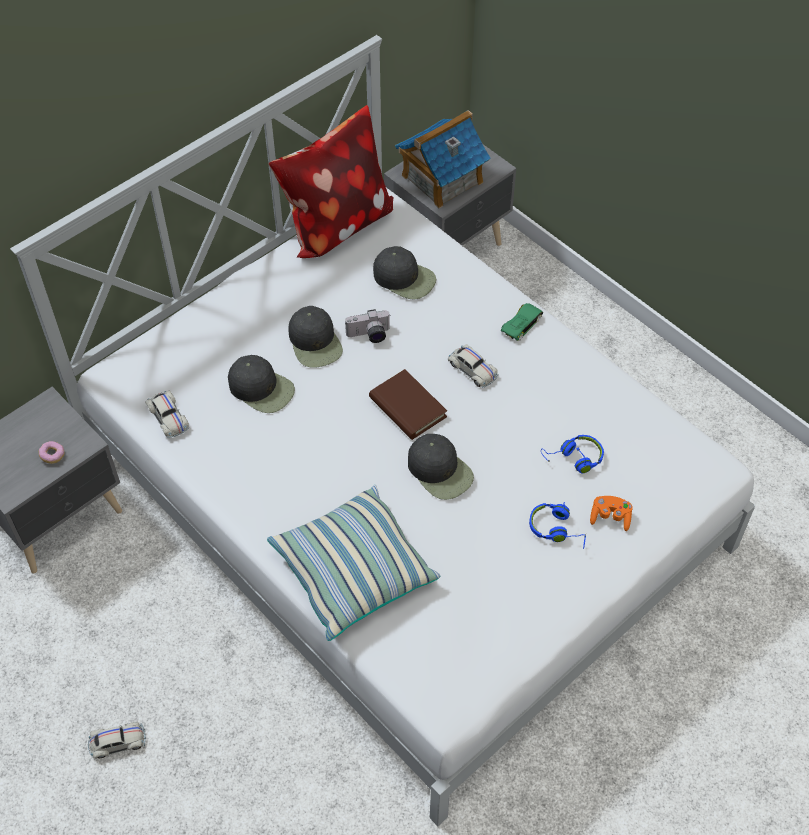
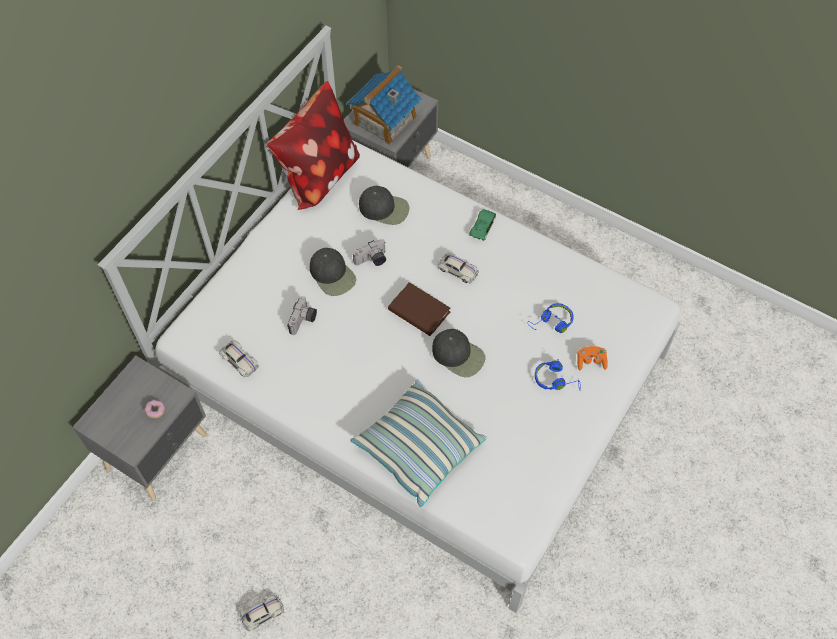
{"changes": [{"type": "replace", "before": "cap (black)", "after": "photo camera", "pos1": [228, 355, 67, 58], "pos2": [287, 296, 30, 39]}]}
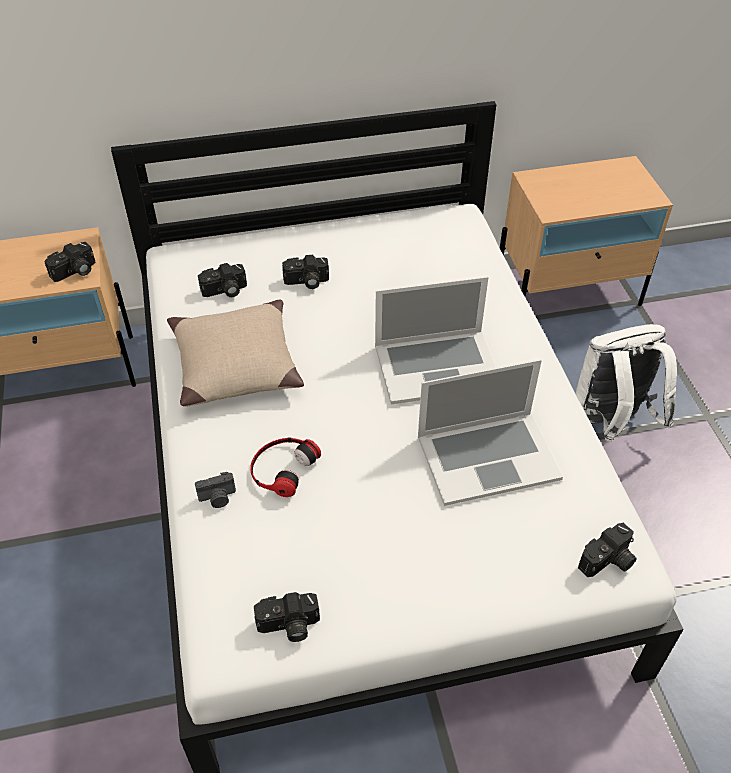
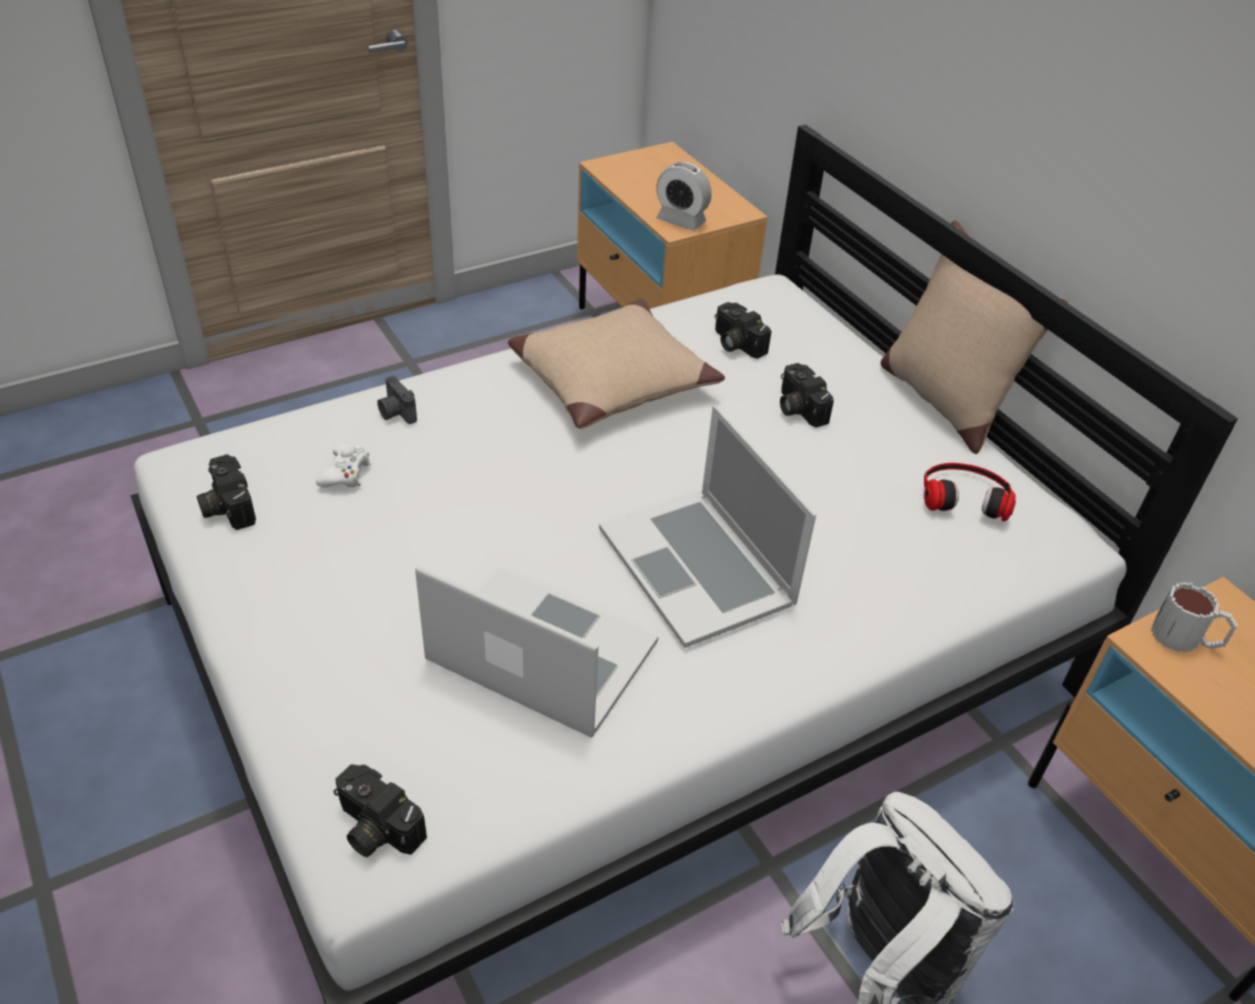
{"changes": [{"type": "insert", "after": "game controller (white)", "pos2": [316, 444, 55, 43]}, {"type": "insert", "after": "pillow (beige)", "pos2": [881, 220, 187, 234]}, {"type": "insert", "after": "mug", "pos2": [1151, 582, 87, 71]}, {"type": "move", "before": "headphones", "pos1": [250, 438, 71, 59], "pos2": [924, 463, 92, 58]}, {"type": "replace", "before": "photo camera", "after": "alarm clock", "pos1": [44, 242, 51, 40], "pos2": [657, 162, 55, 69]}, {"type": "rotate", "before": "laptop", "pos1": [418, 359, 145, 147], "pos2": [415, 565, 244, 173], "turn": 150}]}
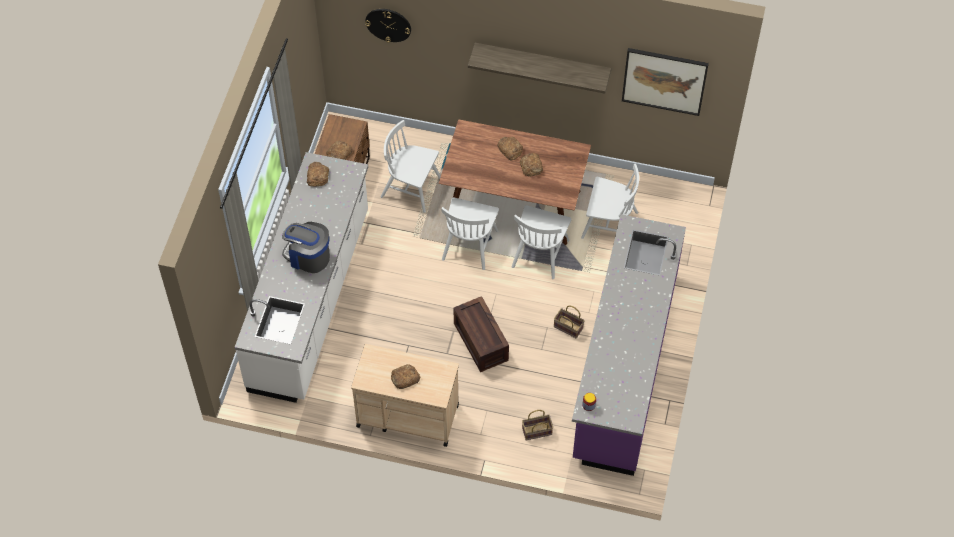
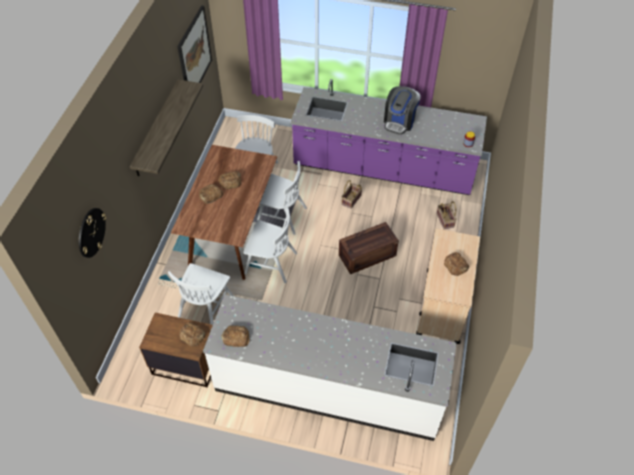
{"changes": [{"type": "move", "before": "coffee machine", "pos1": [282, 222, 48, 51], "pos2": [384, 86, 37, 49]}]}
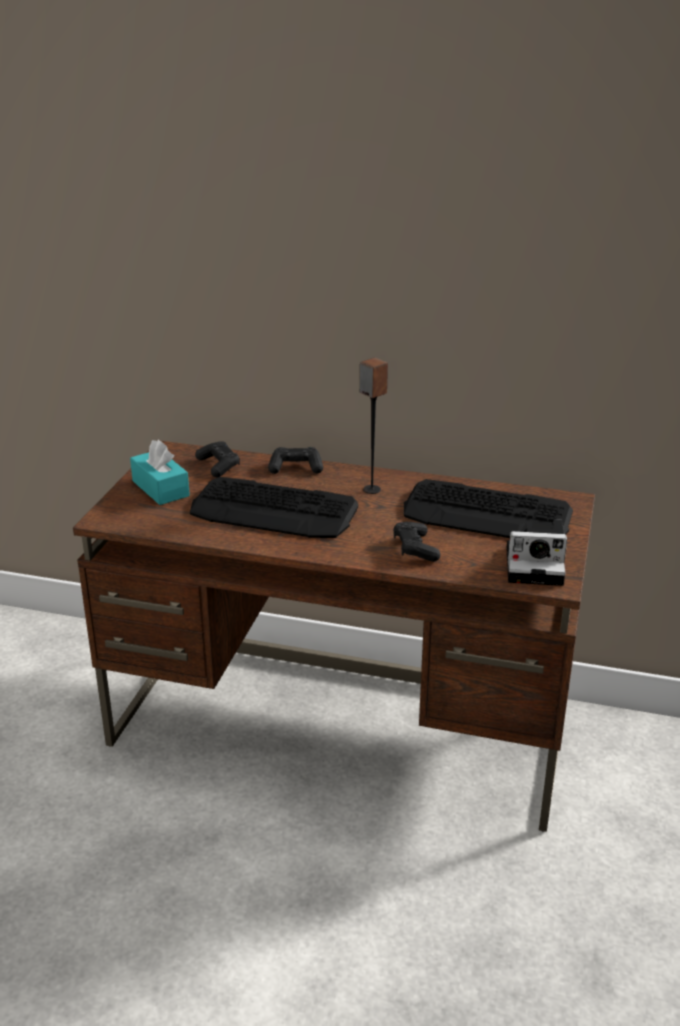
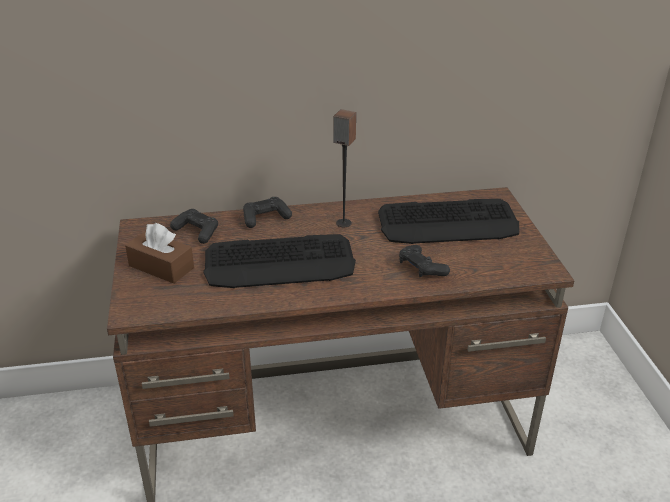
{"changes": [{"type": "delete", "before": "photo camera", "pos1": [507, 519, 60, 67]}, {"type": "recolor", "before": "tissue box (turquoise)", "after": "tissue box (brown)", "pos1": [130, 440, 60, 65], "pos2": [125, 223, 69, 61]}]}
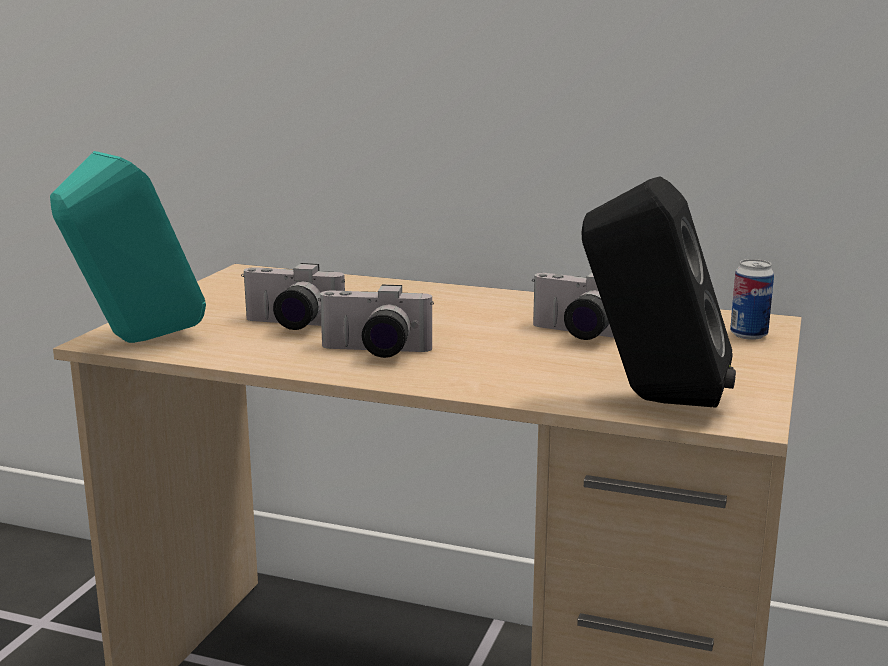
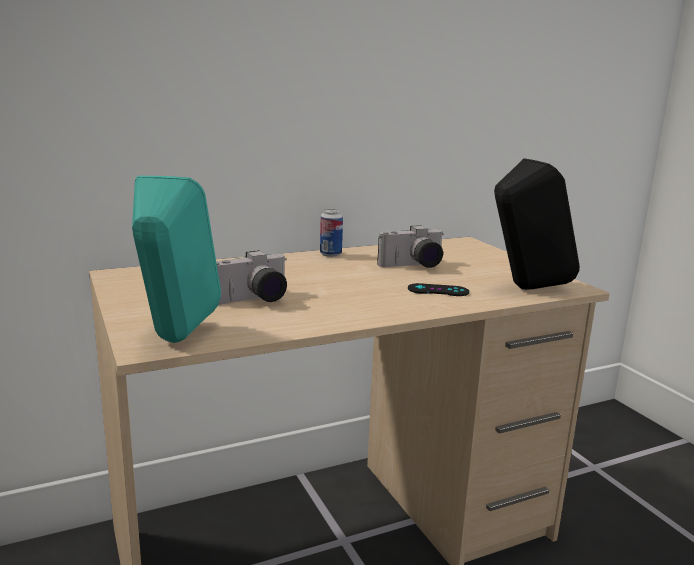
{"changes": [{"type": "delete", "before": "photo camera", "pos1": [318, 285, 116, 73]}, {"type": "insert", "after": "game controller (black)", "pos2": [408, 283, 61, 13]}, {"type": "move", "before": "can", "pos1": [730, 259, 44, 81], "pos2": [320, 209, 23, 48]}]}
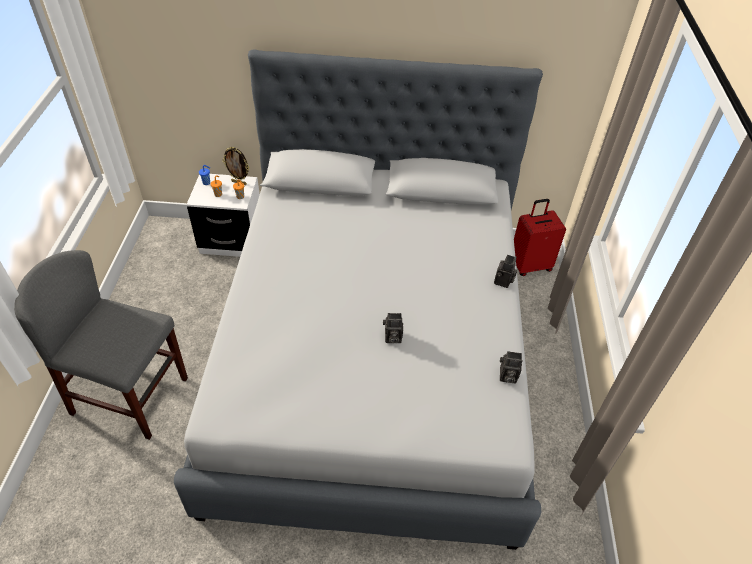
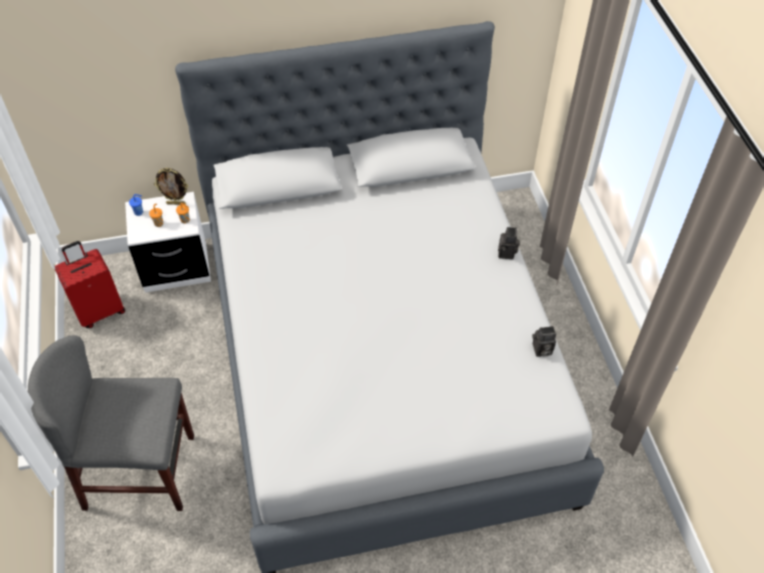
{"changes": [{"type": "delete", "before": "photo camera", "pos1": [383, 313, 20, 30]}, {"type": "move", "before": "suitcase (red)", "pos1": [514, 199, 52, 77], "pos2": [55, 241, 70, 87]}]}
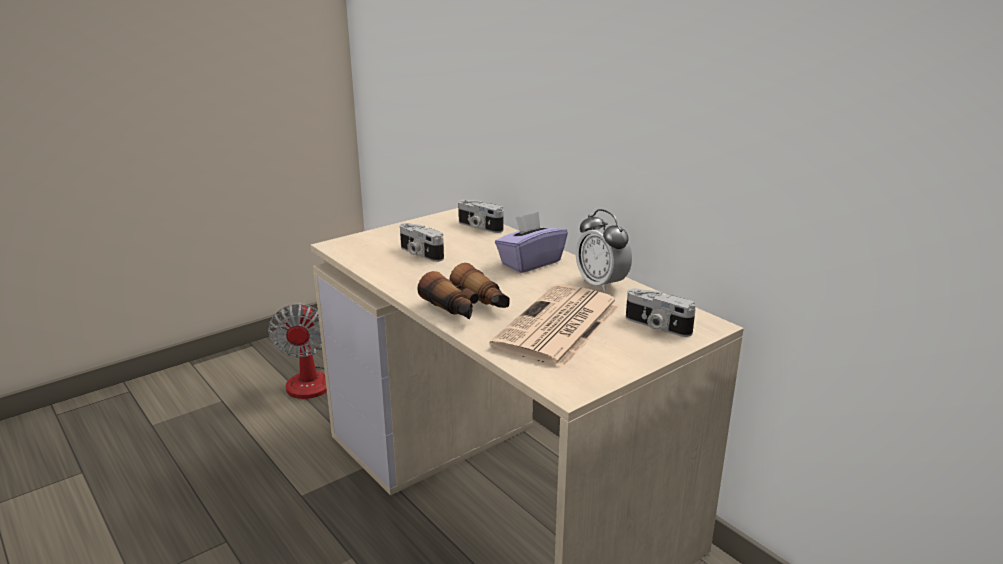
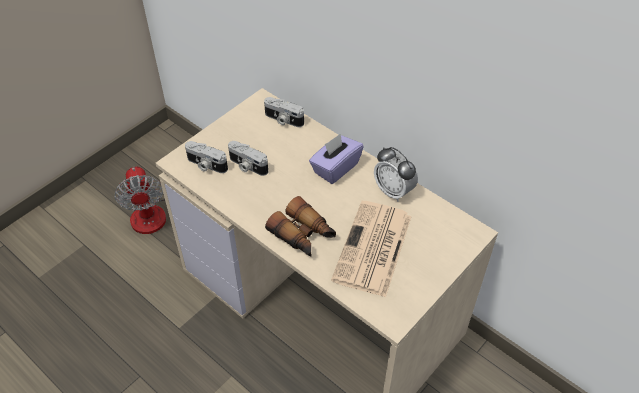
{"changes": [{"type": "move", "before": "photo camera", "pos1": [626, 288, 70, 49], "pos2": [185, 141, 43, 32]}]}
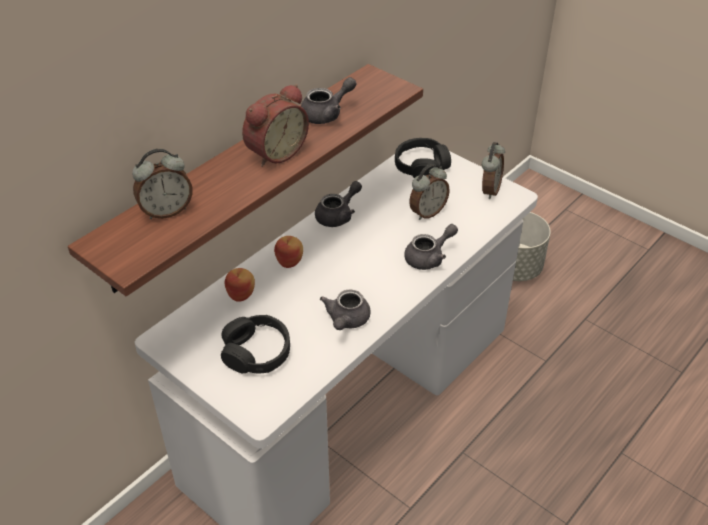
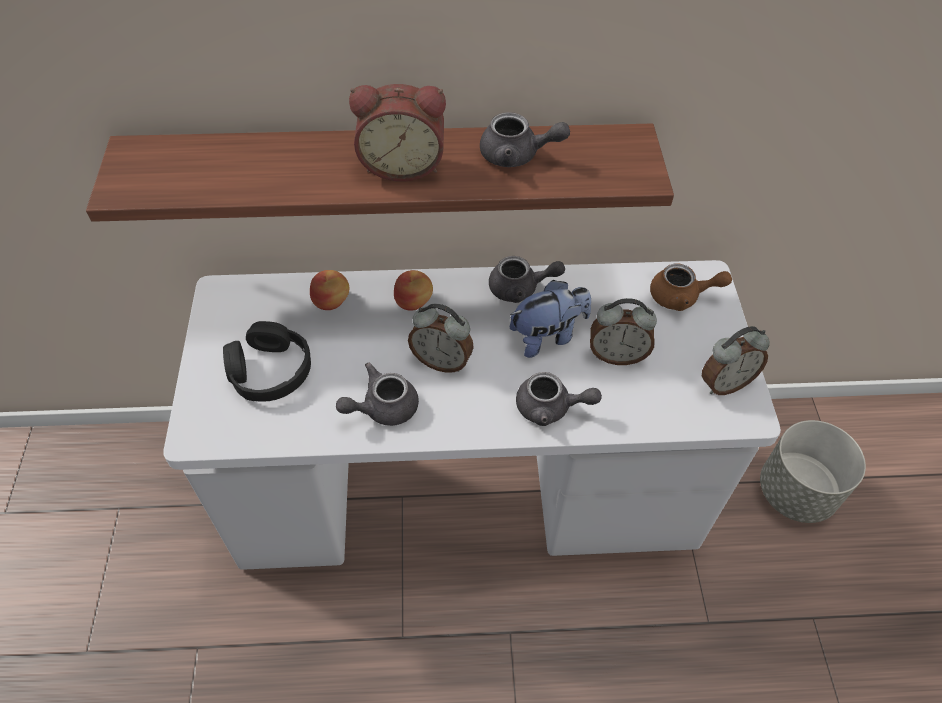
{"changes": [{"type": "insert", "after": "plush toy", "pos2": [510, 280, 81, 78]}, {"type": "move", "before": "alarm clock", "pos1": [132, 149, 61, 70], "pos2": [408, 304, 66, 69]}, {"type": "replace", "before": "headphones (black)", "after": "teapot (brown)", "pos1": [395, 138, 56, 40], "pos2": [650, 264, 82, 47]}]}
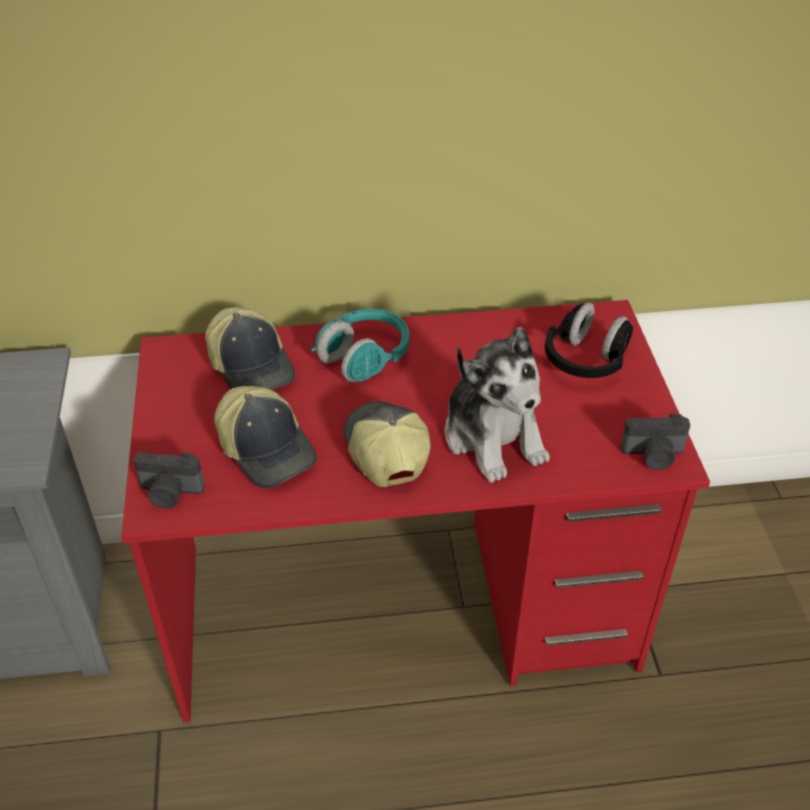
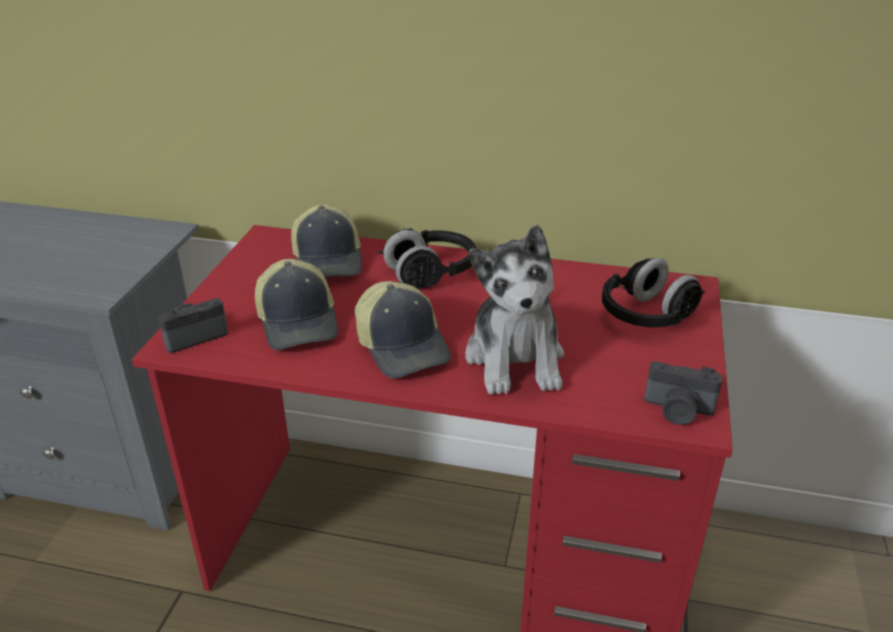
{"changes": [{"type": "recolor", "before": "headphones (turquoise)", "after": "headphones (black)", "pos1": [311, 309, 98, 73], "pos2": [379, 229, 97, 59]}, {"type": "rotate", "before": "photo camera", "pos1": [134, 452, 71, 57], "pos2": [158, 298, 70, 55], "turn": 120}, {"type": "rotate", "before": "cap", "pos1": [344, 401, 87, 86], "pos2": [355, 281, 96, 97], "turn": 150}]}
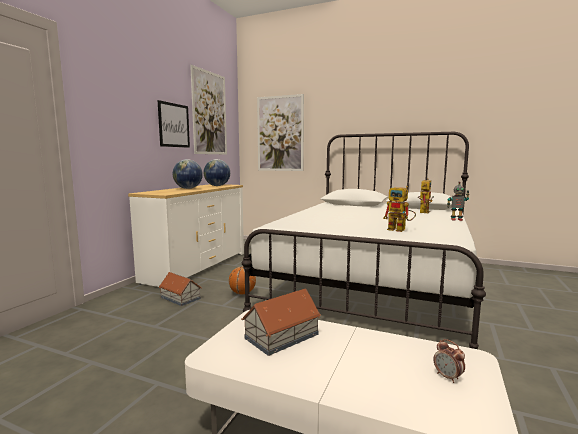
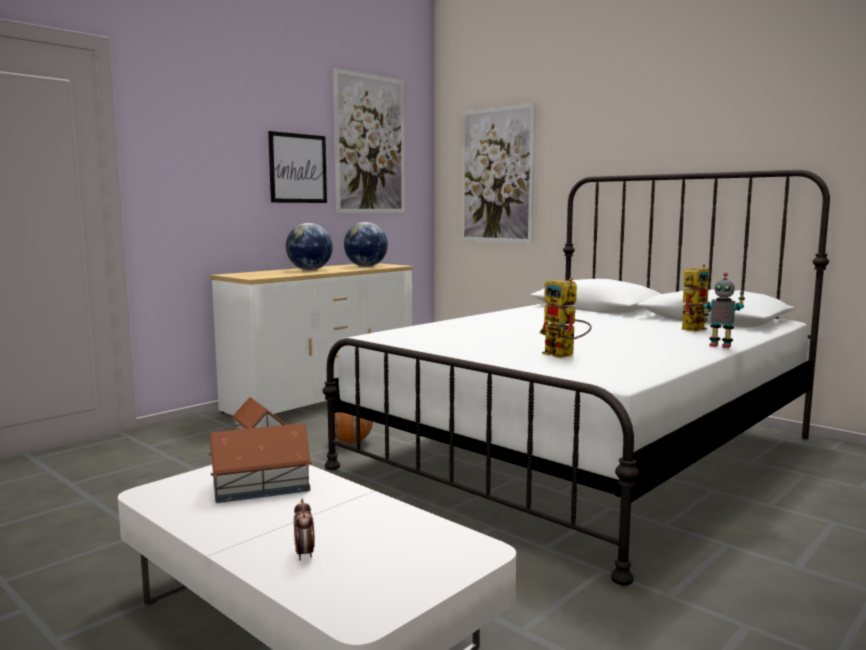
{"changes": [{"type": "move", "before": "alarm clock", "pos1": [433, 339, 32, 44], "pos2": [294, 498, 21, 62]}]}
